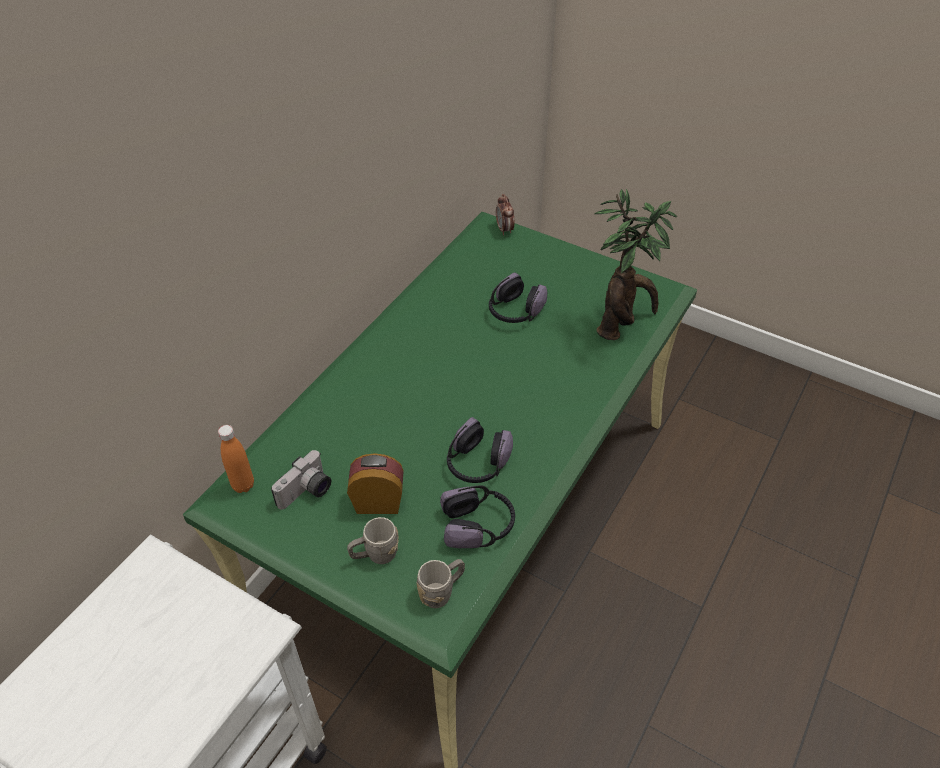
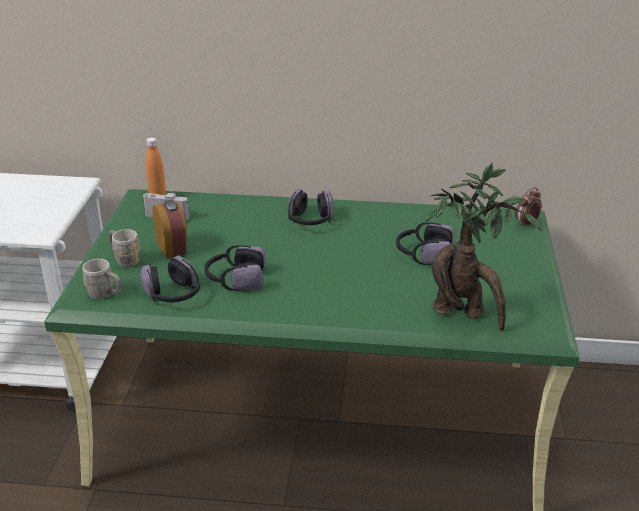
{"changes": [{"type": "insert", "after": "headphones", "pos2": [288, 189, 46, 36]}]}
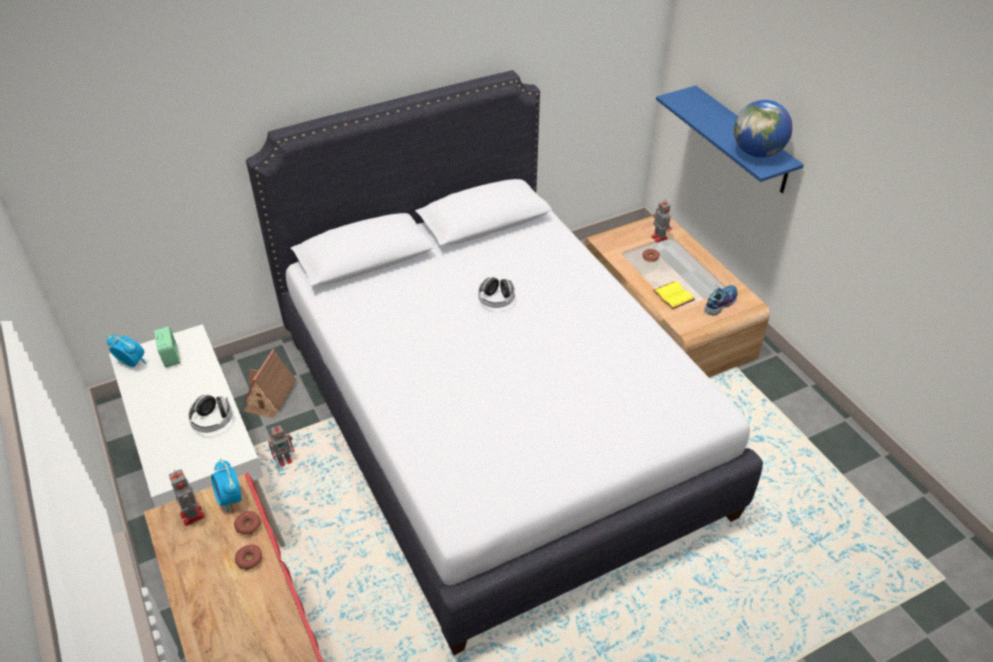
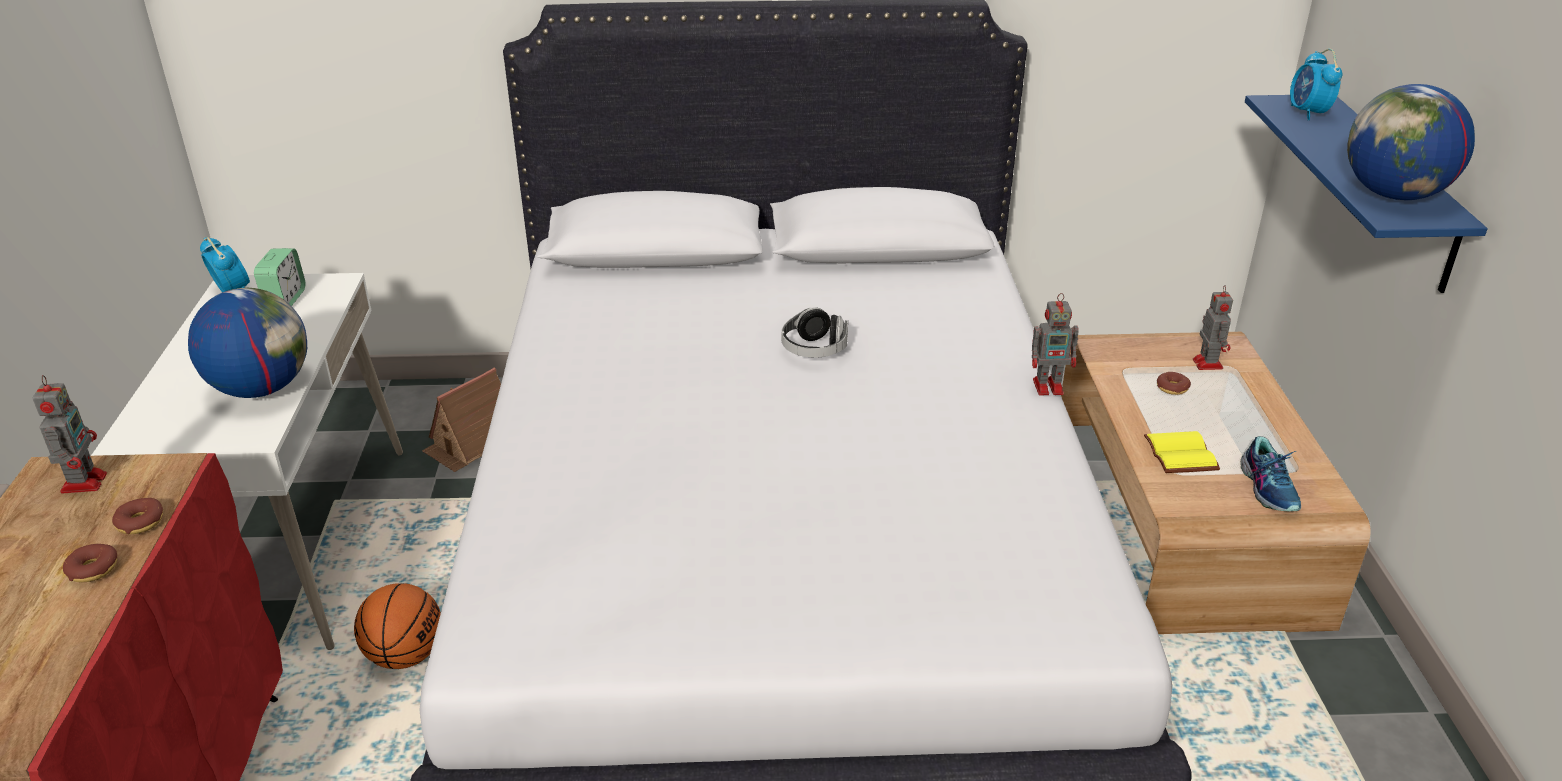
{"changes": [{"type": "insert", "after": "basketball", "pos2": [354, 583, 87, 86]}, {"type": "move", "before": "alarm clock", "pos1": [211, 459, 30, 53], "pos2": [1290, 49, 52, 71]}, {"type": "move", "before": "toy robot", "pos1": [268, 425, 27, 42], "pos2": [1032, 293, 47, 102]}, {"type": "replace", "before": "headphones", "after": "globe", "pos1": [188, 395, 45, 38], "pos2": [188, 288, 119, 110]}, {"type": "rotate", "before": "shoe", "pos1": [704, 284, 34, 32], "pos2": [1241, 436, 60, 75], "turn": 105}]}
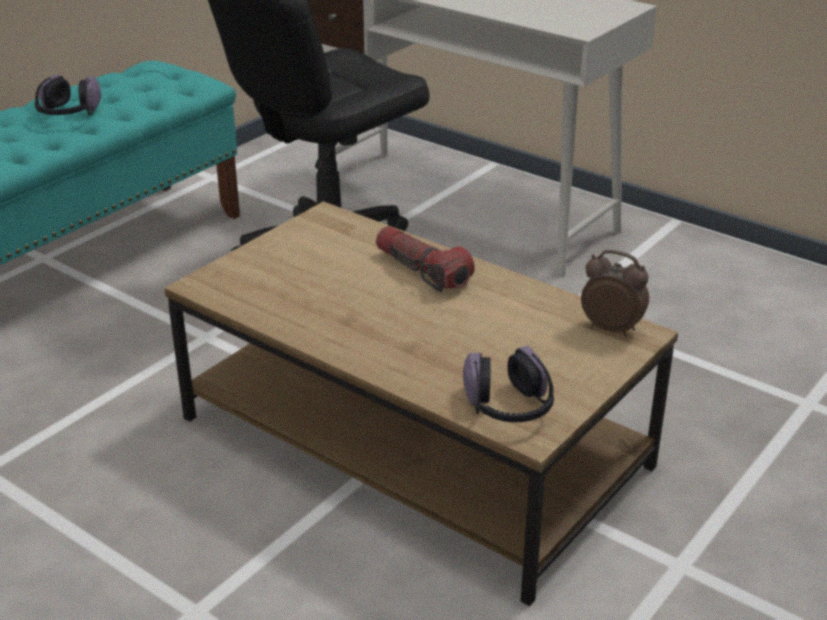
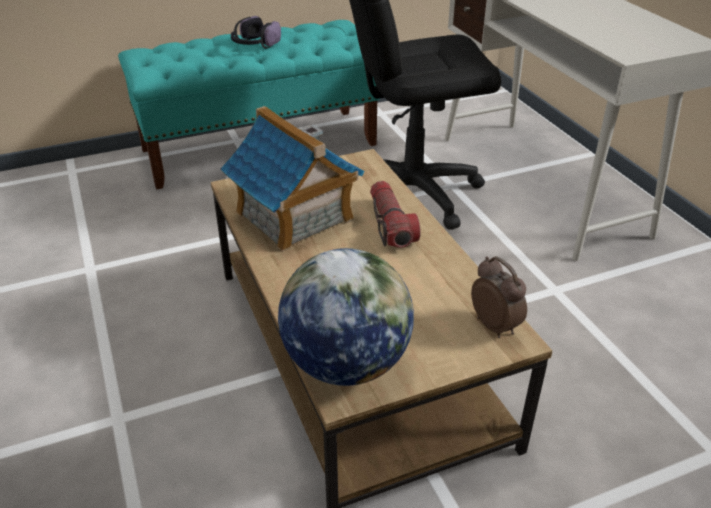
{"changes": [{"type": "insert", "after": "toy house", "pos2": [220, 106, 144, 146]}, {"type": "replace", "before": "headphones", "after": "globe", "pos1": [463, 346, 91, 76], "pos2": [278, 248, 136, 138]}]}
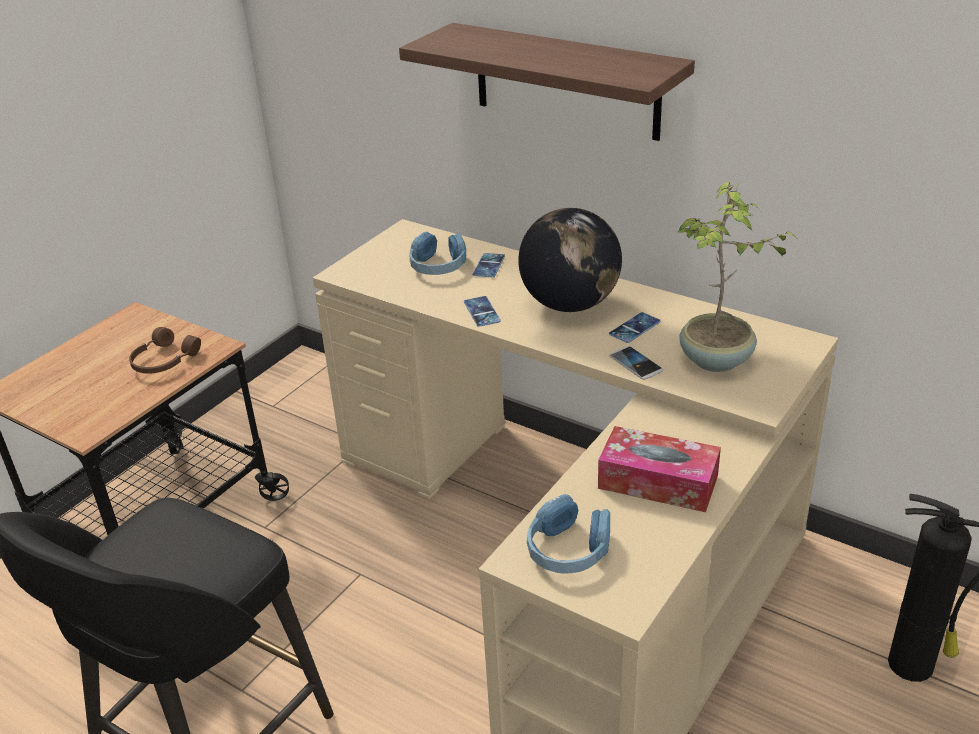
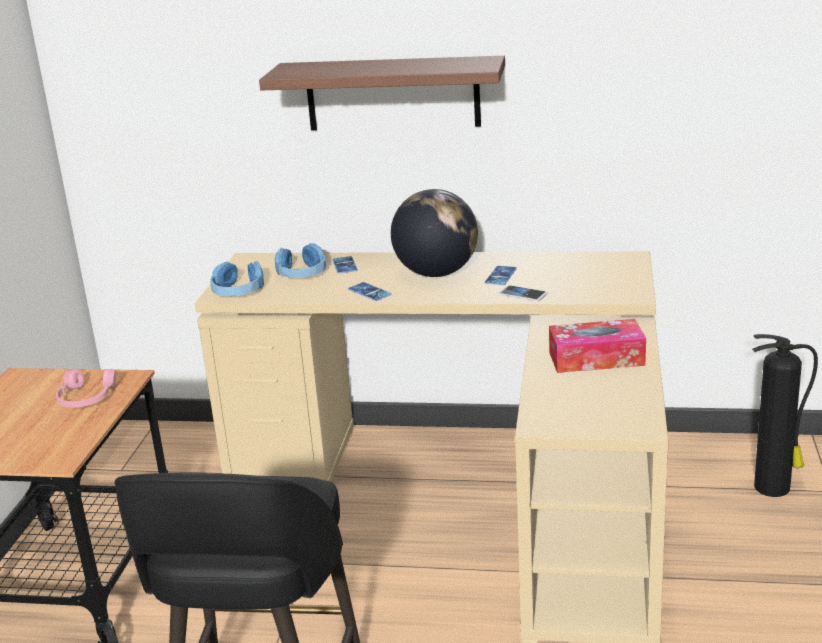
{"changes": [{"type": "delete", "before": "potted plant", "pos1": [677, 182, 122, 190]}, {"type": "move", "before": "headphones (blue)", "pos1": [527, 494, 83, 80], "pos2": [210, 261, 54, 35]}, {"type": "recolor", "before": "headphones (brown)", "after": "headphones (pink)", "pos1": [129, 327, 72, 47], "pos2": [56, 369, 60, 39]}]}
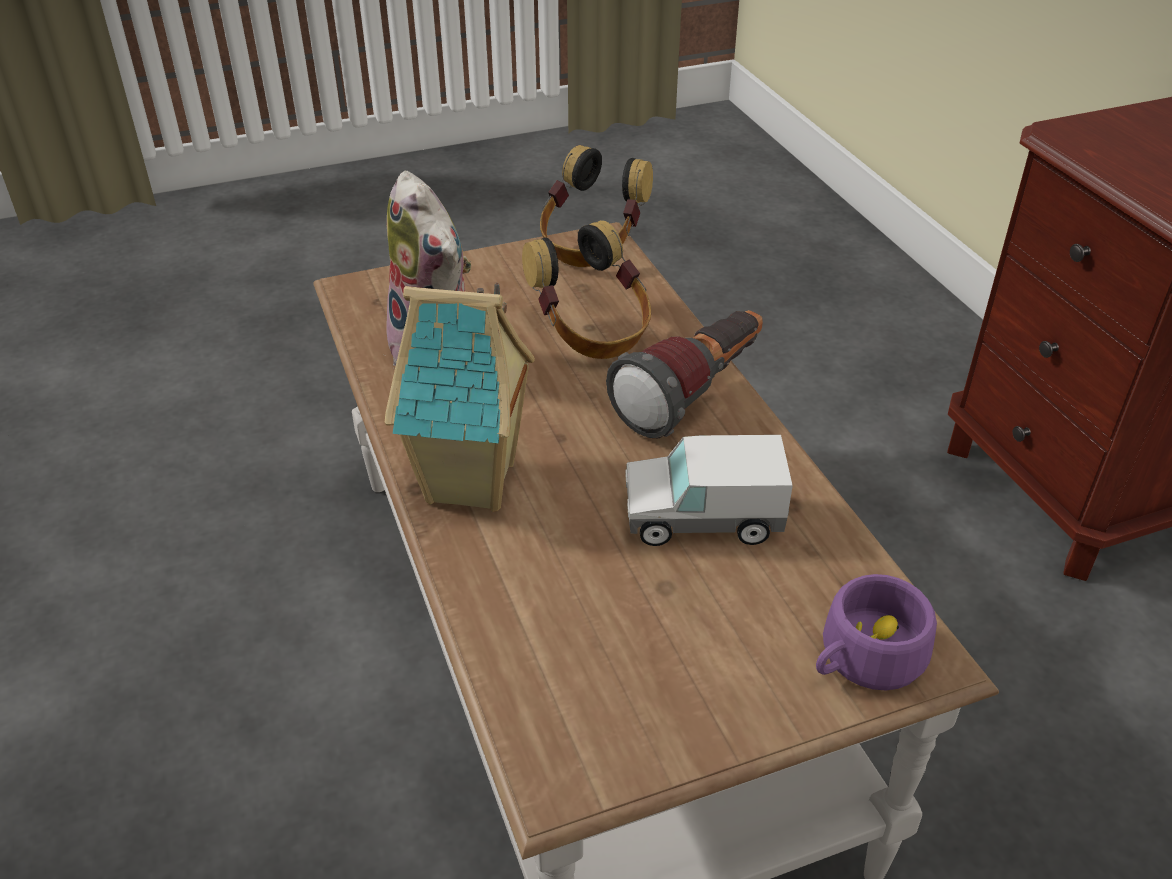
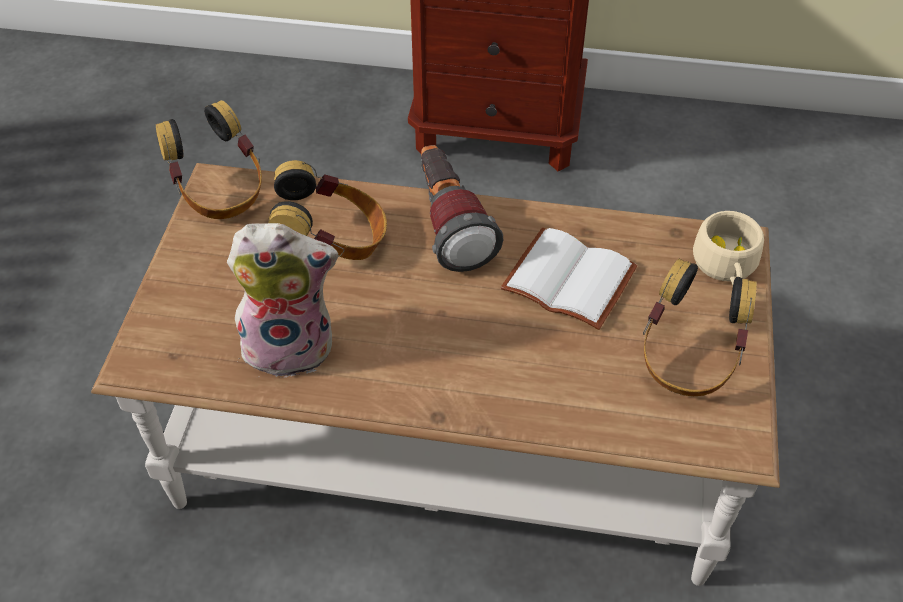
{"changes": [{"type": "delete", "before": "toy house", "pos1": [385, 282, 150, 230]}, {"type": "insert", "after": "headphones", "pos2": [643, 258, 114, 138]}, {"type": "replace", "before": "toy truck", "after": "book (white)", "pos1": [625, 435, 168, 111], "pos2": [500, 228, 138, 102]}, {"type": "recolor", "before": "cup (purple)", "after": "cup (beige)", "pos1": [816, 574, 121, 116], "pos2": [693, 211, 71, 74]}]}
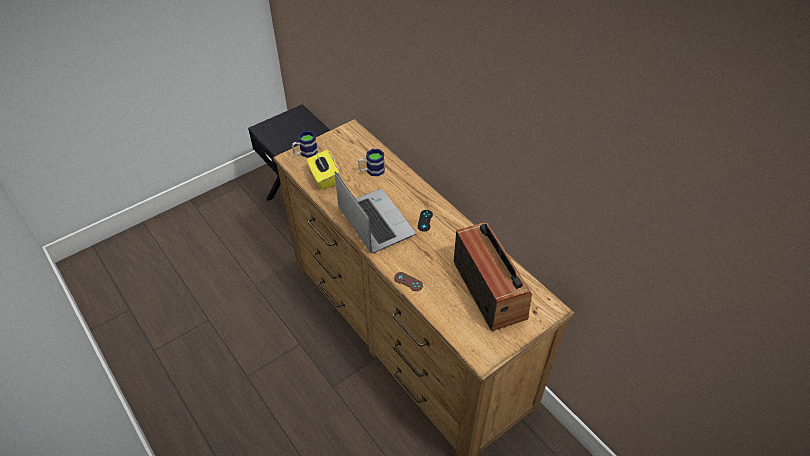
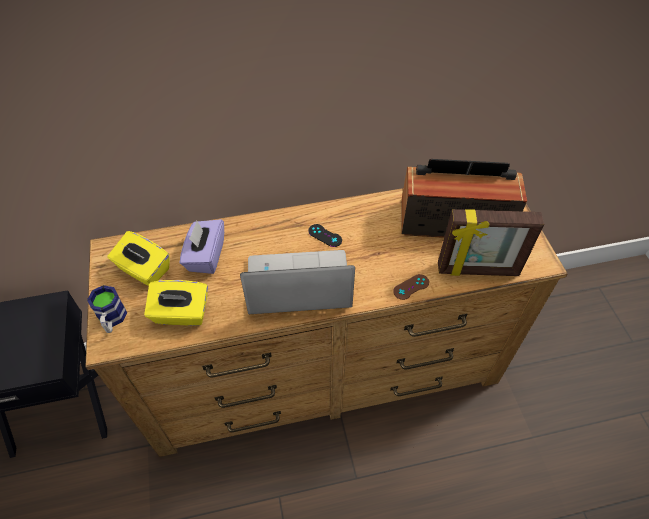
{"changes": [{"type": "insert", "after": "tissue box (yellow)", "pos2": [108, 231, 62, 55]}, {"type": "insert", "after": "picture frame", "pos2": [438, 209, 106, 67]}, {"type": "replace", "before": "mug", "after": "tissue box (purple)", "pos1": [358, 149, 27, 27], "pos2": [180, 219, 44, 55]}]}
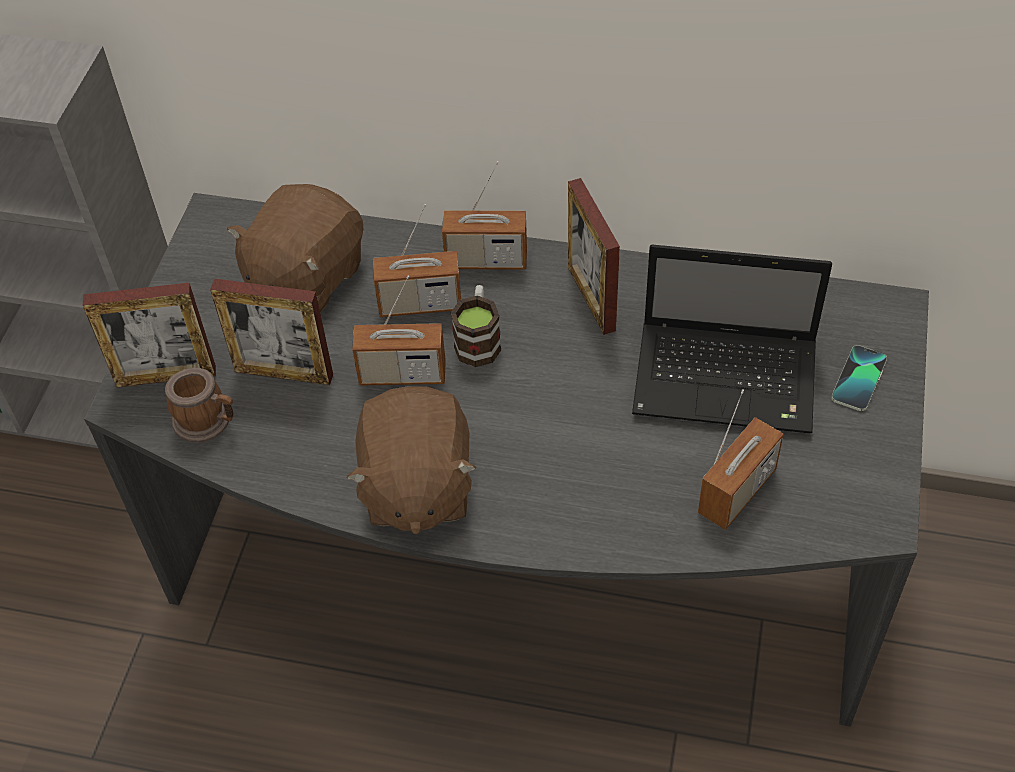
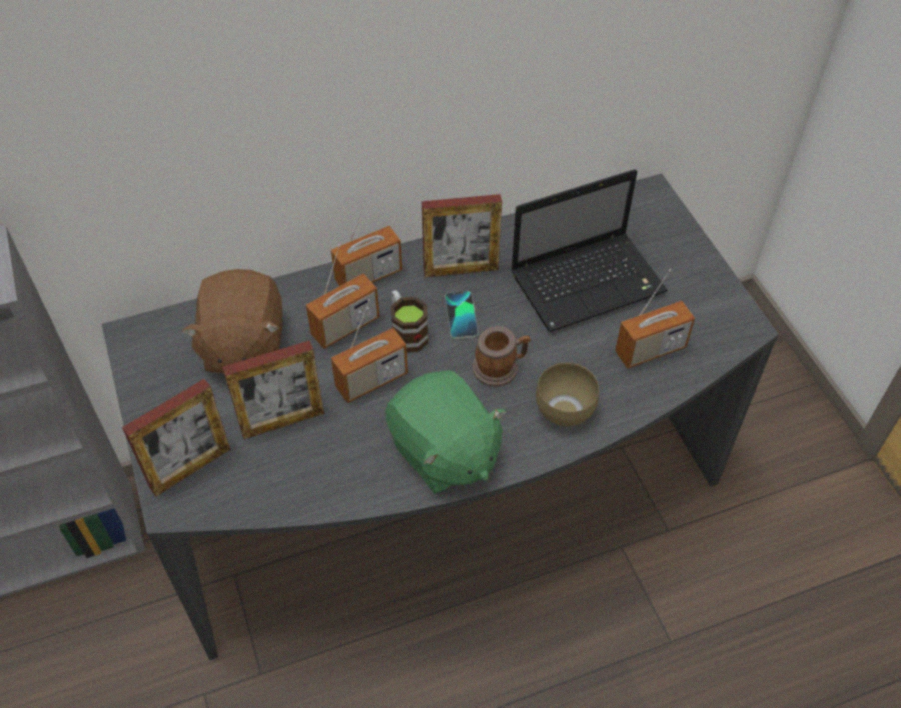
{"changes": [{"type": "insert", "after": "bowl (brown)", "pos2": [536, 363, 63, 63]}, {"type": "move", "before": "mug", "pos1": [165, 368, 69, 75], "pos2": [472, 326, 59, 61]}, {"type": "move", "before": "phone", "pos1": [831, 345, 56, 66], "pos2": [445, 291, 33, 48]}, {"type": "recolor", "before": "plush toy (brown)", "after": "plush toy (green)", "pos1": [346, 386, 130, 149], "pos2": [385, 370, 121, 124]}, {"type": "rotate", "before": "picture frame", "pos1": [568, 178, 52, 157], "pos2": [422, 194, 80, 83], "turn": -45}, {"type": "rotate", "before": "radio", "pos1": [698, 390, 86, 140], "pos2": [615, 269, 80, 100], "turn": 60}]}
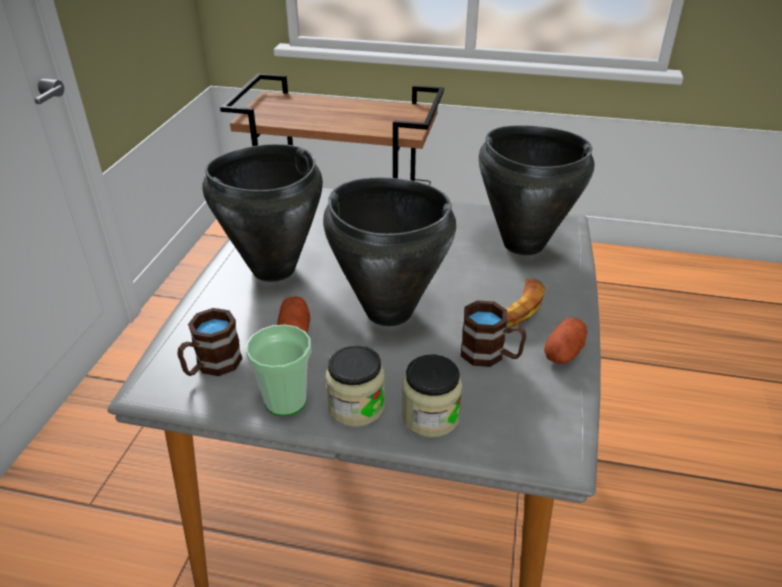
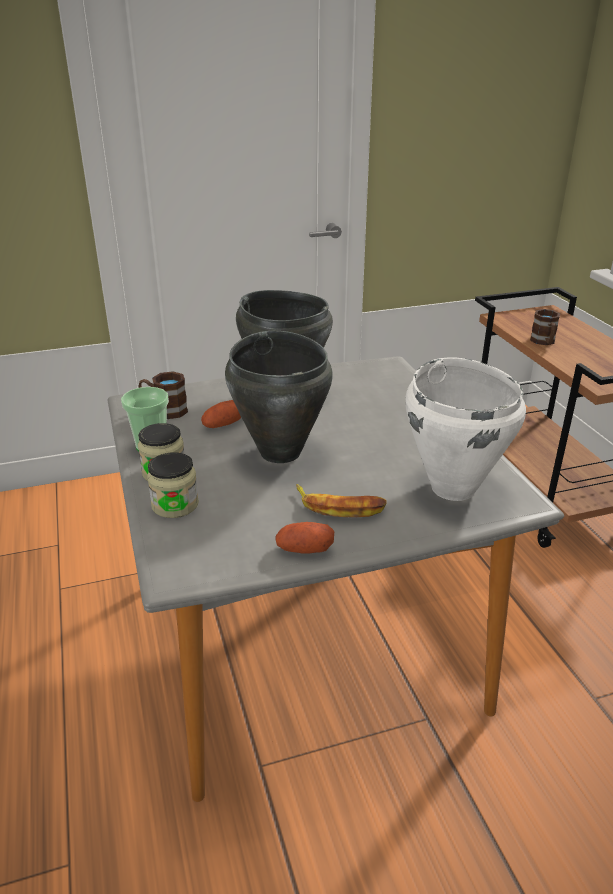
{"changes": [{"type": "move", "before": "mug (brown)", "pos1": [461, 300, 65, 67], "pos2": [530, 309, 30, 36]}, {"type": "recolor", "before": "cooking pot (black)", "after": "cooking pot (white)", "pos1": [479, 125, 115, 130], "pos2": [405, 357, 121, 144]}]}
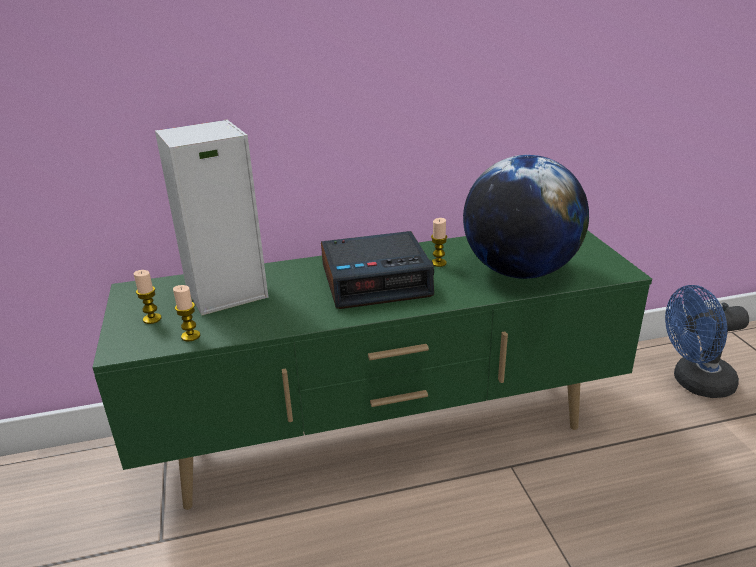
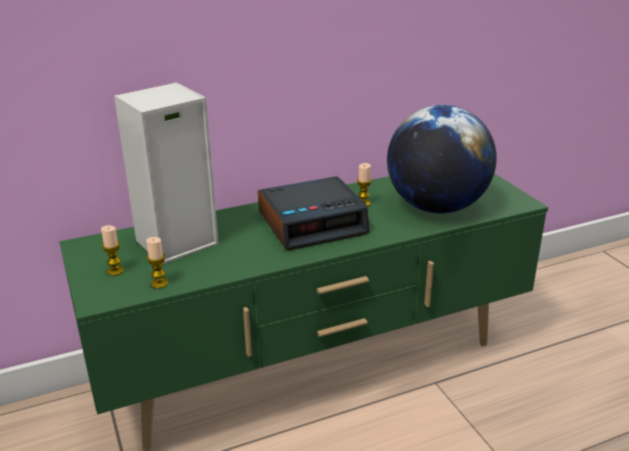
{"changes": [{"type": "delete", "before": "fan (blue)", "pos1": [665, 285, 84, 113]}]}
